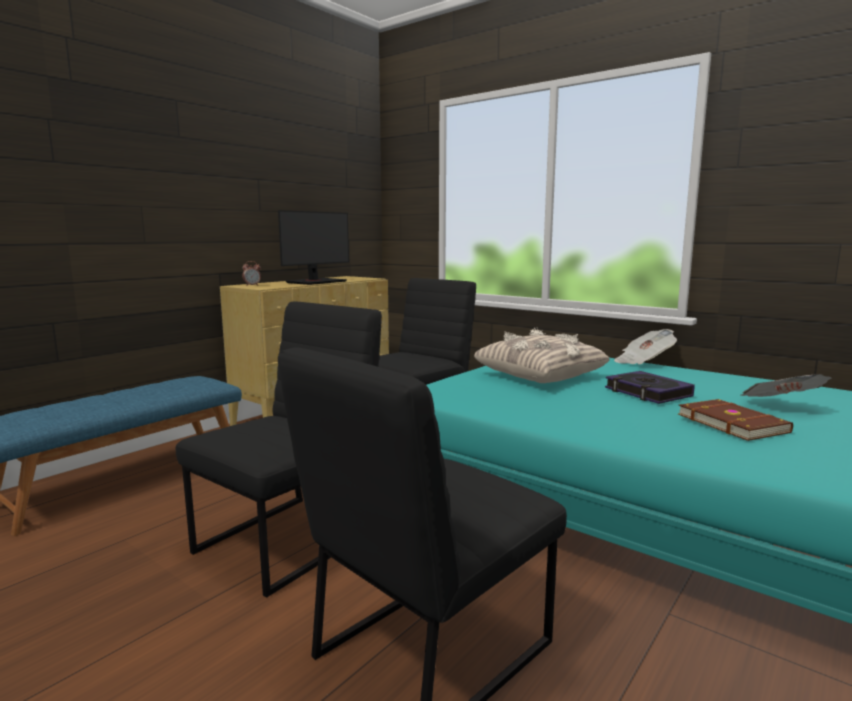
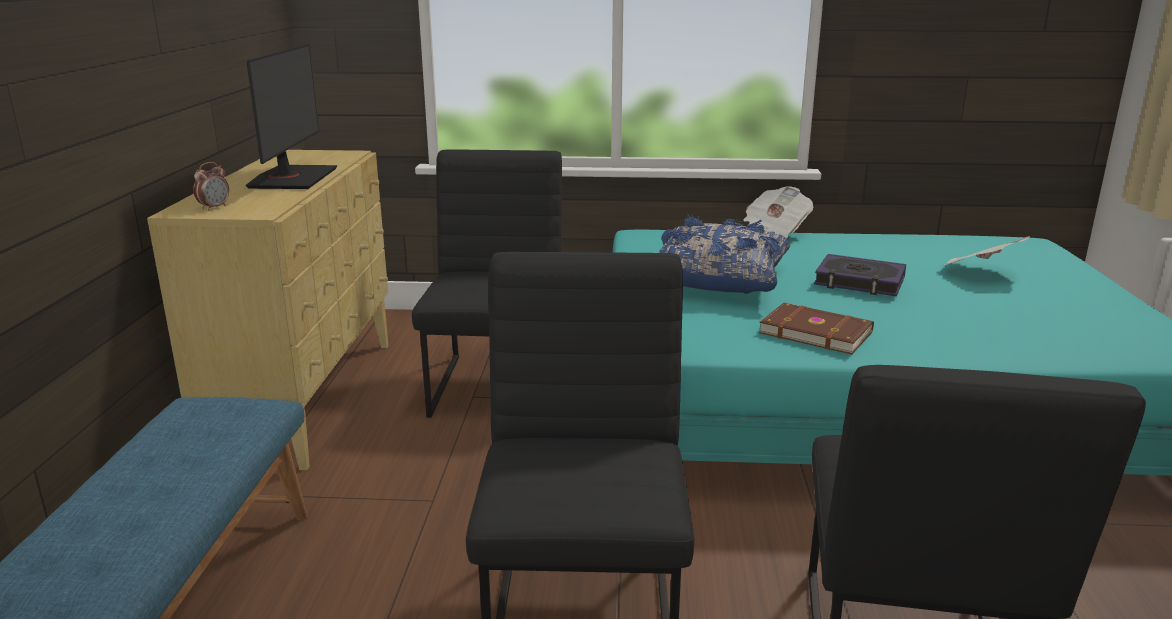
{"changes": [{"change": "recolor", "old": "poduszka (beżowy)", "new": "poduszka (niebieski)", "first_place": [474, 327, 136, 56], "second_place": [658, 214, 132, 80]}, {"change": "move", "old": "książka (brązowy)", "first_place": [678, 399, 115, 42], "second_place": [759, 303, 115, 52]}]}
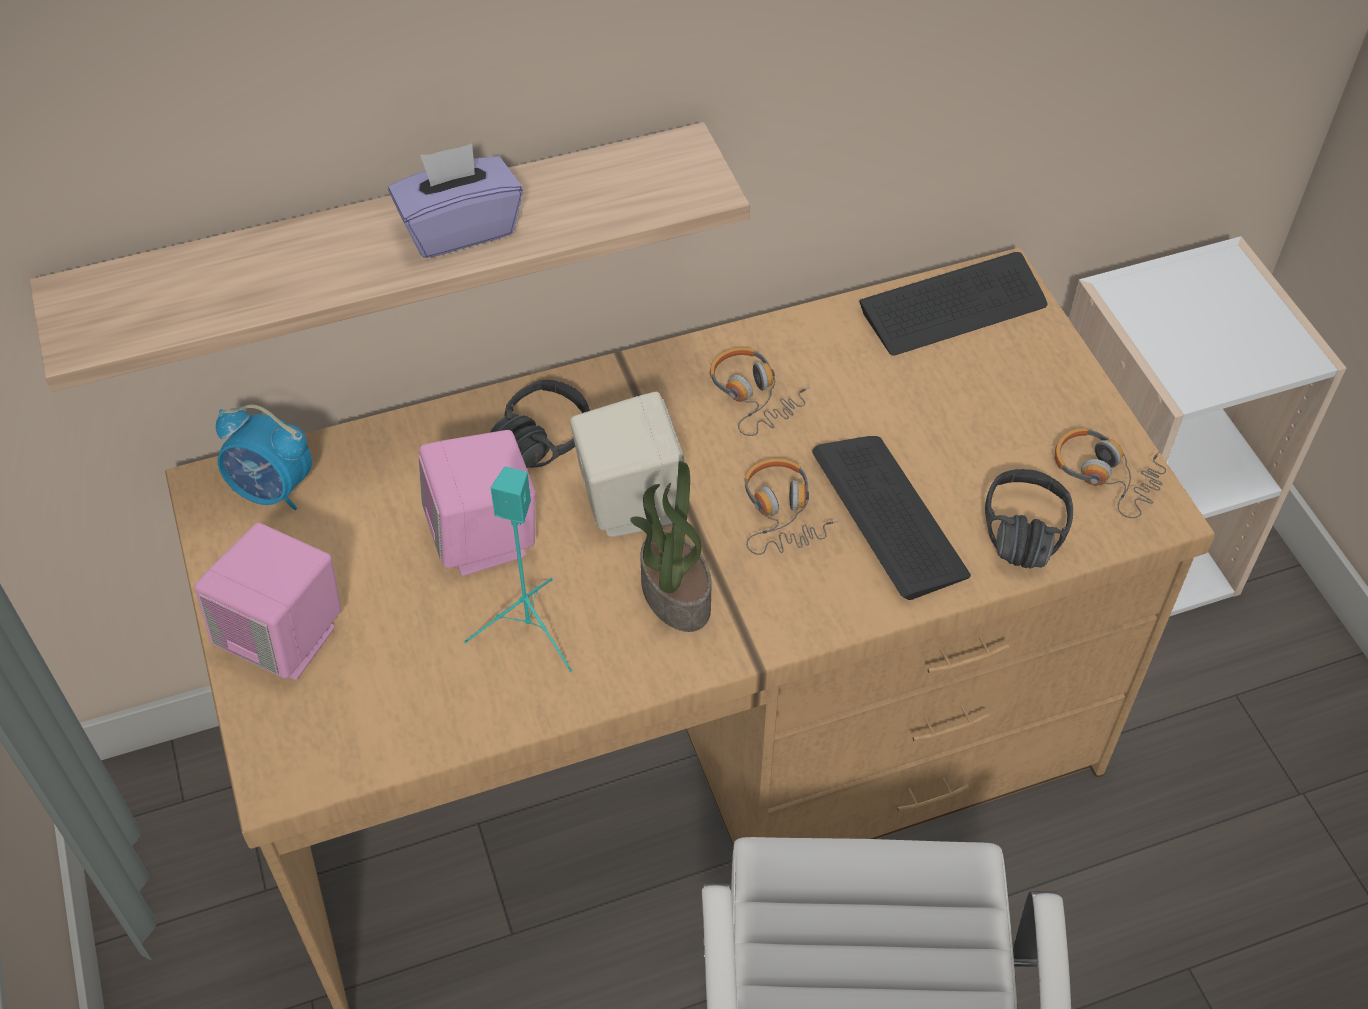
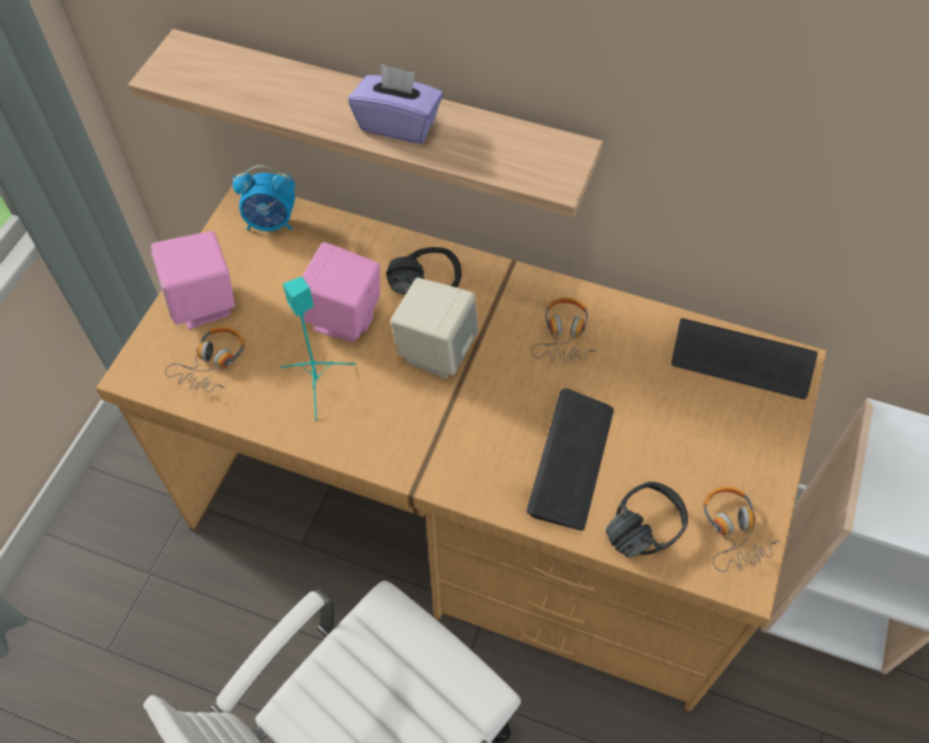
{"changes": [{"change": "move", "old": "słuchawki", "first_place": [744, 459, 94, 96], "second_place": [165, 326, 80, 67]}, {"change": "rotate", "old": "budzik", "first_place": [216, 405, 96, 105], "second_place": [233, 165, 62, 66], "degrees": -60}, {"change": "delete", "old": "roślina doniczkowa", "first_place": [630, 461, 81, 171]}]}
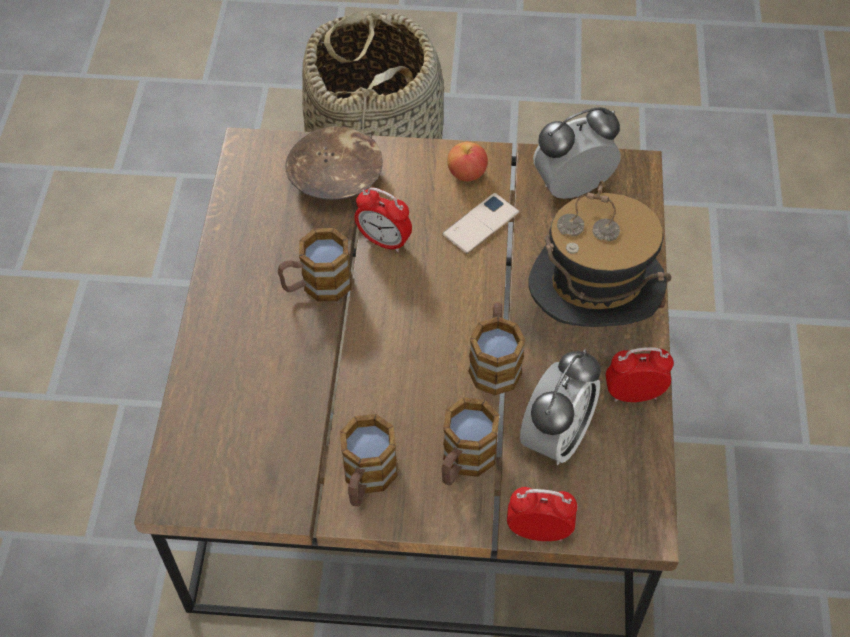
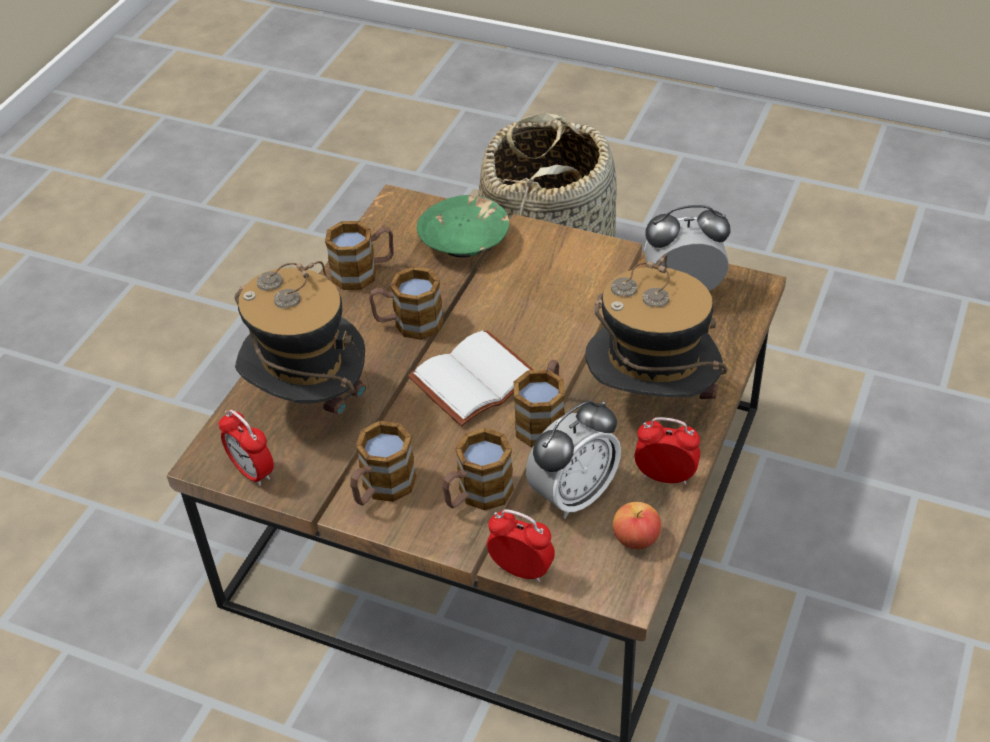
{"changes": [{"change": "move", "old": "budzik", "first_place": [354, 187, 58, 65], "second_place": [219, 410, 55, 76]}, {"change": "insert", "new": "kapelusz", "second_place": [235, 261, 137, 154]}, {"change": "insert", "new": "kubek", "second_place": [325, 221, 69, 69]}, {"change": "insert", "new": "książka (biały)", "second_place": [408, 330, 125, 96]}, {"change": "recolor", "old": "miska (brązowy)", "new": "miska (zielony)", "first_place": [285, 126, 98, 74], "second_place": [417, 195, 92, 62]}, {"change": "move", "old": "jabłko", "first_place": [447, 142, 41, 39], "second_place": [613, 502, 48, 47]}, {"change": "delete", "old": "telefon", "first_place": [442, 193, 78, 61]}]}
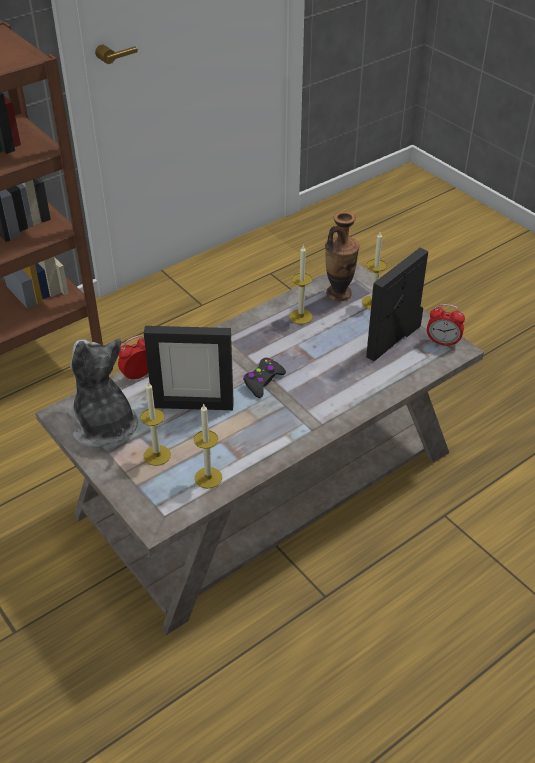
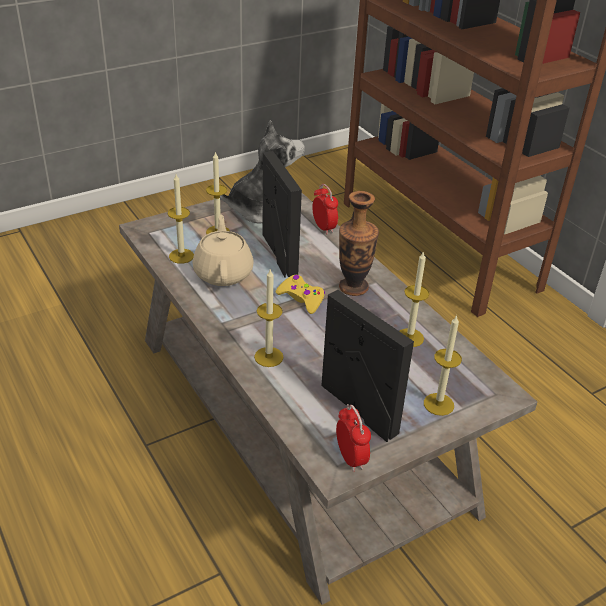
{"changes": [{"change": "insert", "new": "imbryk (beżowy)", "second_place": [192, 215, 62, 71]}, {"change": "insert", "new": "świeca", "second_place": [254, 268, 30, 99]}, {"change": "rotate", "old": "ramka na zdjęcie", "first_place": [144, 326, 90, 84], "second_place": [262, 151, 40, 127], "degrees": 150}, {"change": "recolor", "old": "pad do gier (czarny)", "new": "pad do gier (żółty)", "first_place": [243, 358, 43, 40], "second_place": [276, 275, 49, 39]}, {"change": "rotate", "old": "budzik", "first_place": [427, 304, 38, 43], "second_place": [336, 404, 35, 68], "degrees": 135}, {"change": "move", "old": "wazon", "first_place": [325, 212, 35, 89], "second_place": [339, 191, 40, 105]}]}
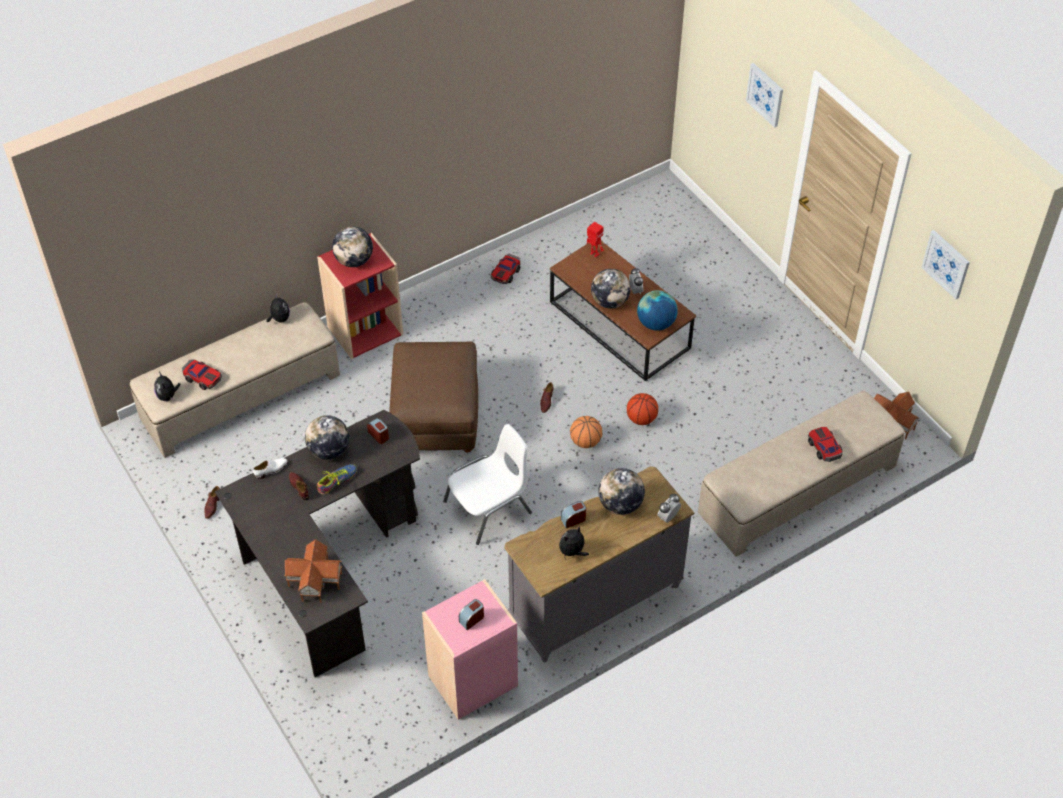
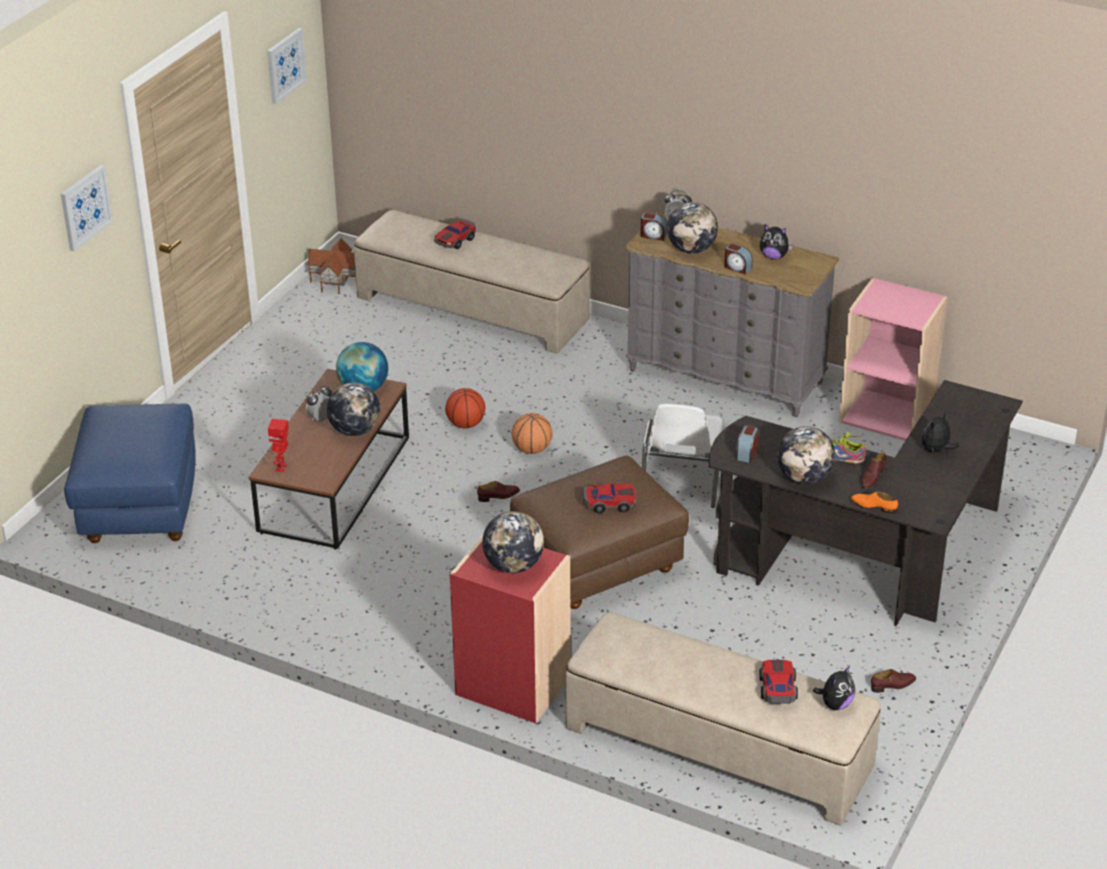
{"changes": [{"change": "insert", "new": "pufa (niebieski)", "second_place": [64, 404, 132, 139]}, {"change": "move", "old": "samochodzik", "first_place": [491, 254, 29, 30], "second_place": [583, 483, 54, 30]}, {"change": "move", "old": "budzik", "first_place": [459, 599, 25, 31], "second_place": [640, 212, 27, 29]}, {"change": "rotate", "old": "krzesło (biały)", "first_place": [443, 424, 89, 121], "second_place": [642, 404, 84, 104], "degrees": -105}, {"change": "recolor", "old": "but (biały)", "new": "but (pomarańczowy)", "first_place": [253, 458, 35, 21], "second_place": [851, 491, 47, 23]}, {"change": "move", "old": "pluszak", "first_place": [266, 293, 24, 30], "second_place": [922, 412, 37, 41]}, {"change": "delete", "old": "domek", "first_place": [284, 539, 58, 64]}]}
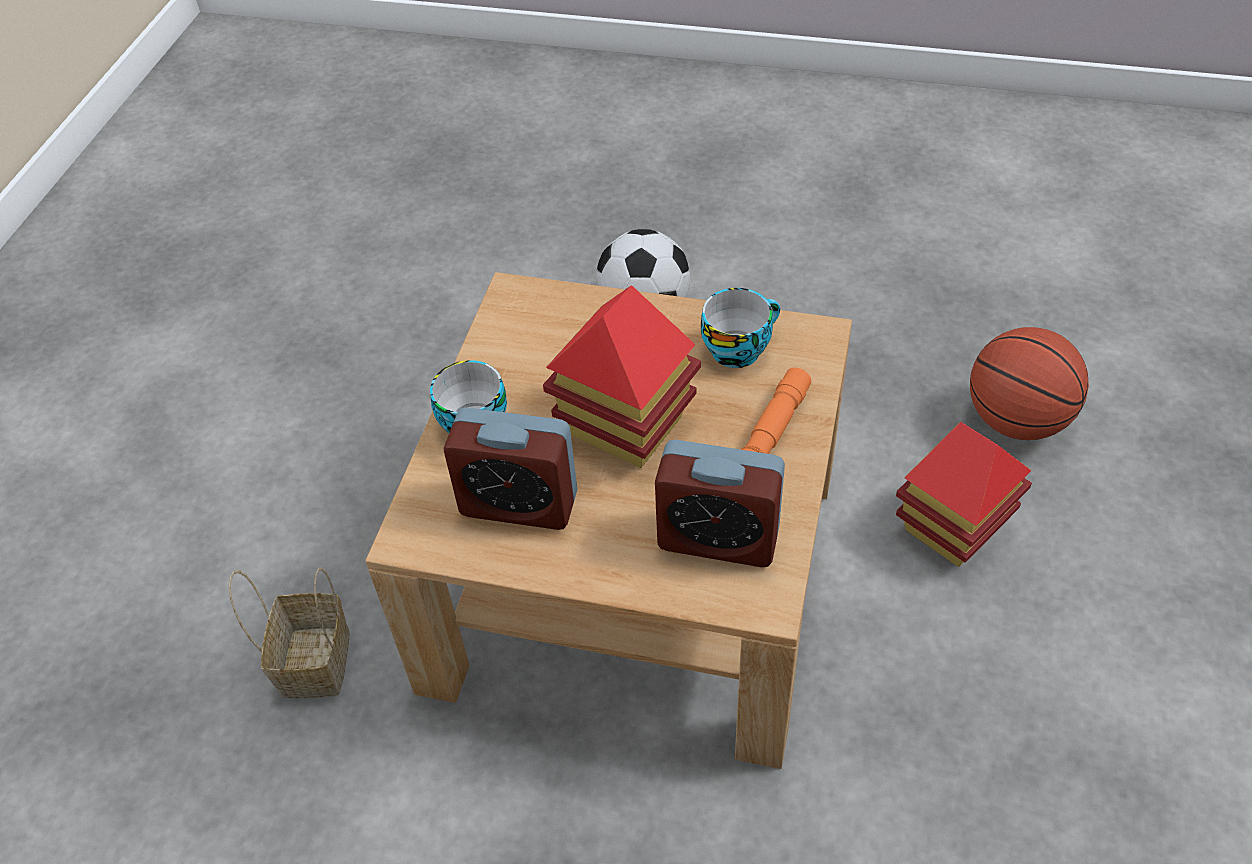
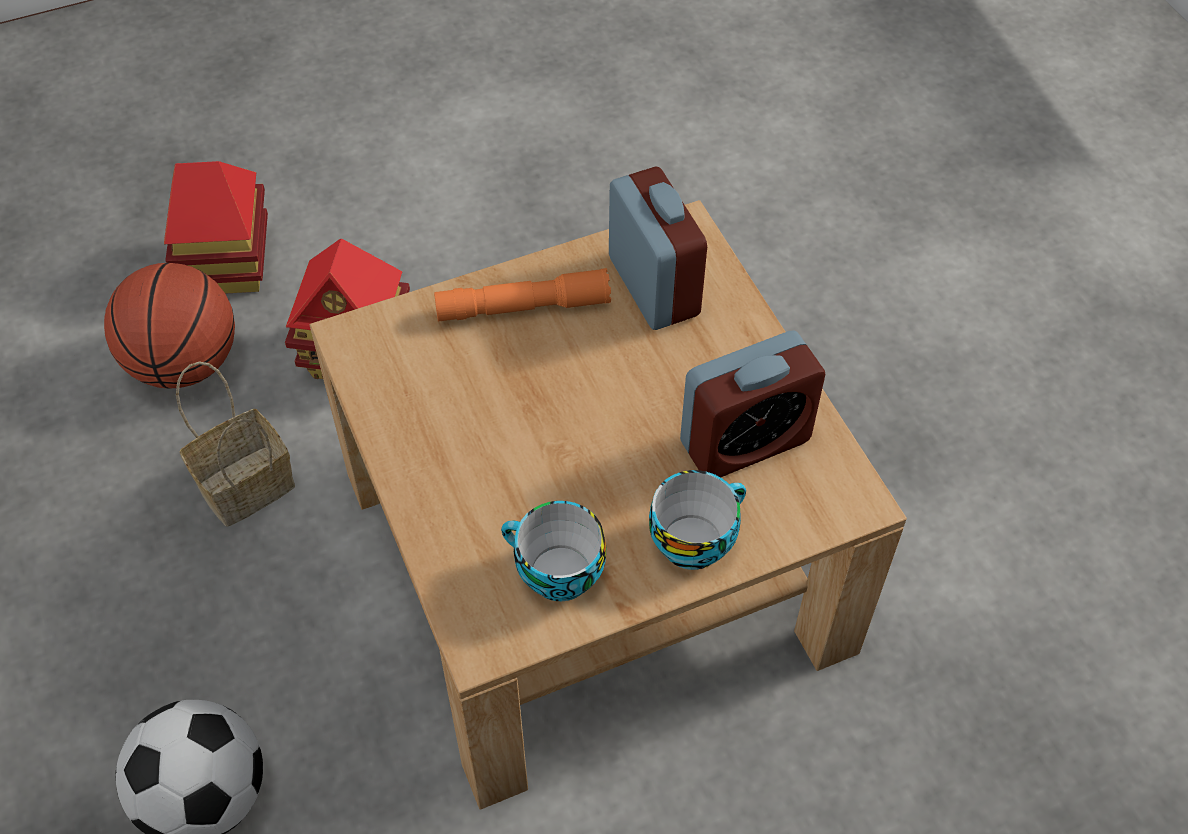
{"changes": [{"change": "move", "old": "domek", "first_place": [543, 285, 158, 183], "second_place": [164, 161, 104, 133]}, {"change": "move", "old": "koszyk", "first_place": [229, 567, 121, 131], "second_place": [176, 362, 119, 165]}, {"change": "move", "old": "filiżanka", "first_place": [701, 288, 79, 80], "second_place": [501, 501, 105, 100]}, {"change": "rotate", "old": "budzik", "first_place": [443, 407, 135, 123], "second_place": [680, 330, 145, 147], "degrees": 90}]}
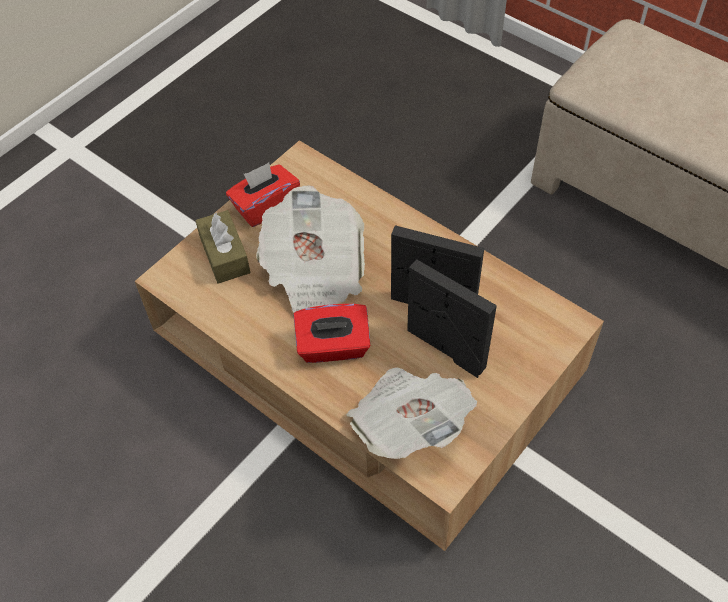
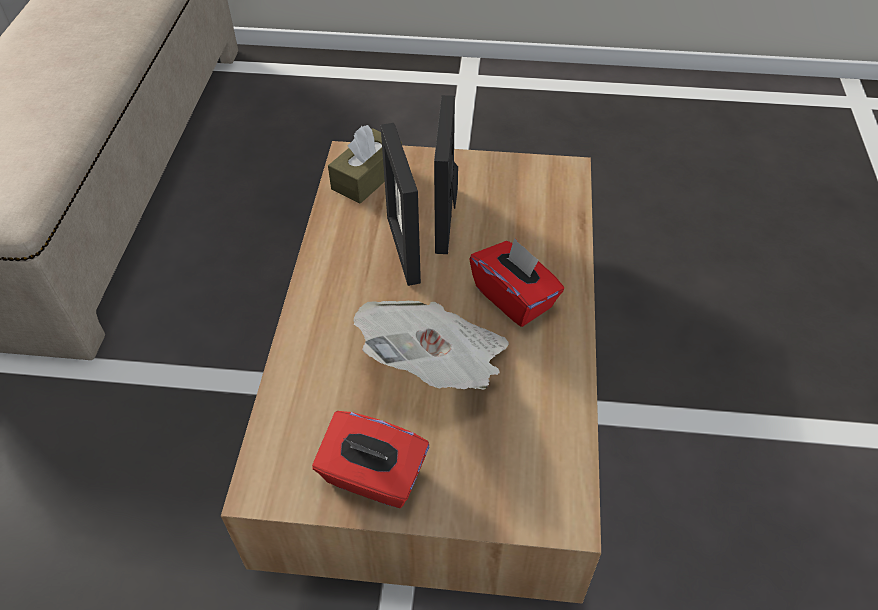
{"changes": [{"change": "move", "old": "pudełko chusteczek (brązowy)", "first_place": [195, 210, 56, 74], "second_place": [328, 125, 74, 79]}, {"change": "delete", "old": "gazeta", "first_place": [346, 367, 131, 92]}]}
